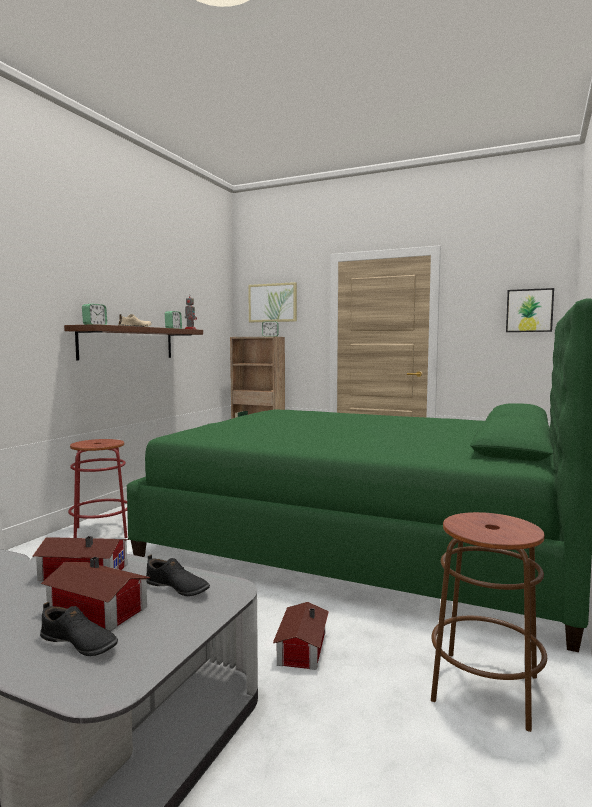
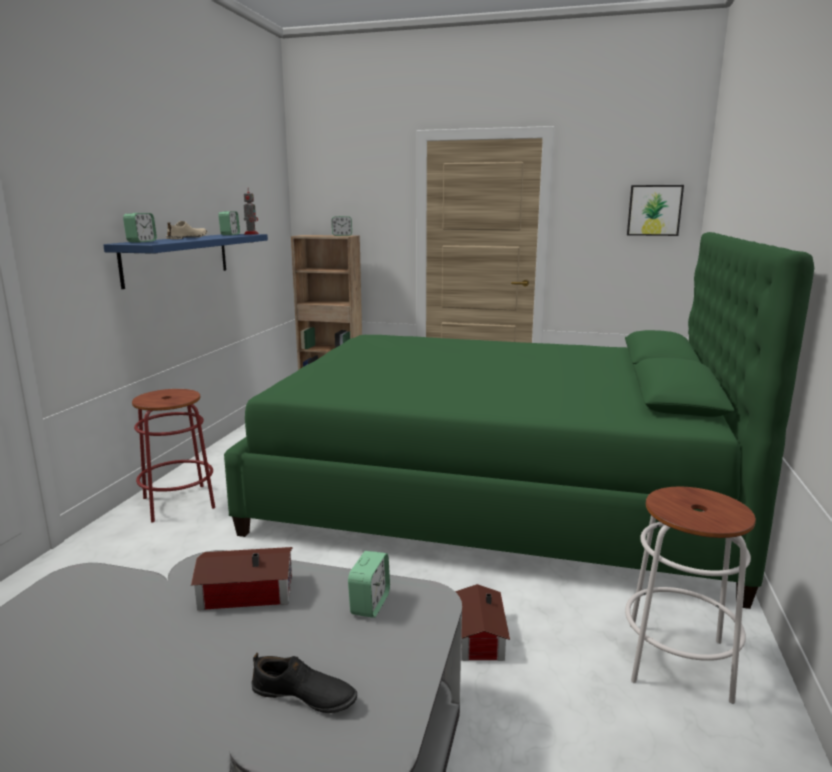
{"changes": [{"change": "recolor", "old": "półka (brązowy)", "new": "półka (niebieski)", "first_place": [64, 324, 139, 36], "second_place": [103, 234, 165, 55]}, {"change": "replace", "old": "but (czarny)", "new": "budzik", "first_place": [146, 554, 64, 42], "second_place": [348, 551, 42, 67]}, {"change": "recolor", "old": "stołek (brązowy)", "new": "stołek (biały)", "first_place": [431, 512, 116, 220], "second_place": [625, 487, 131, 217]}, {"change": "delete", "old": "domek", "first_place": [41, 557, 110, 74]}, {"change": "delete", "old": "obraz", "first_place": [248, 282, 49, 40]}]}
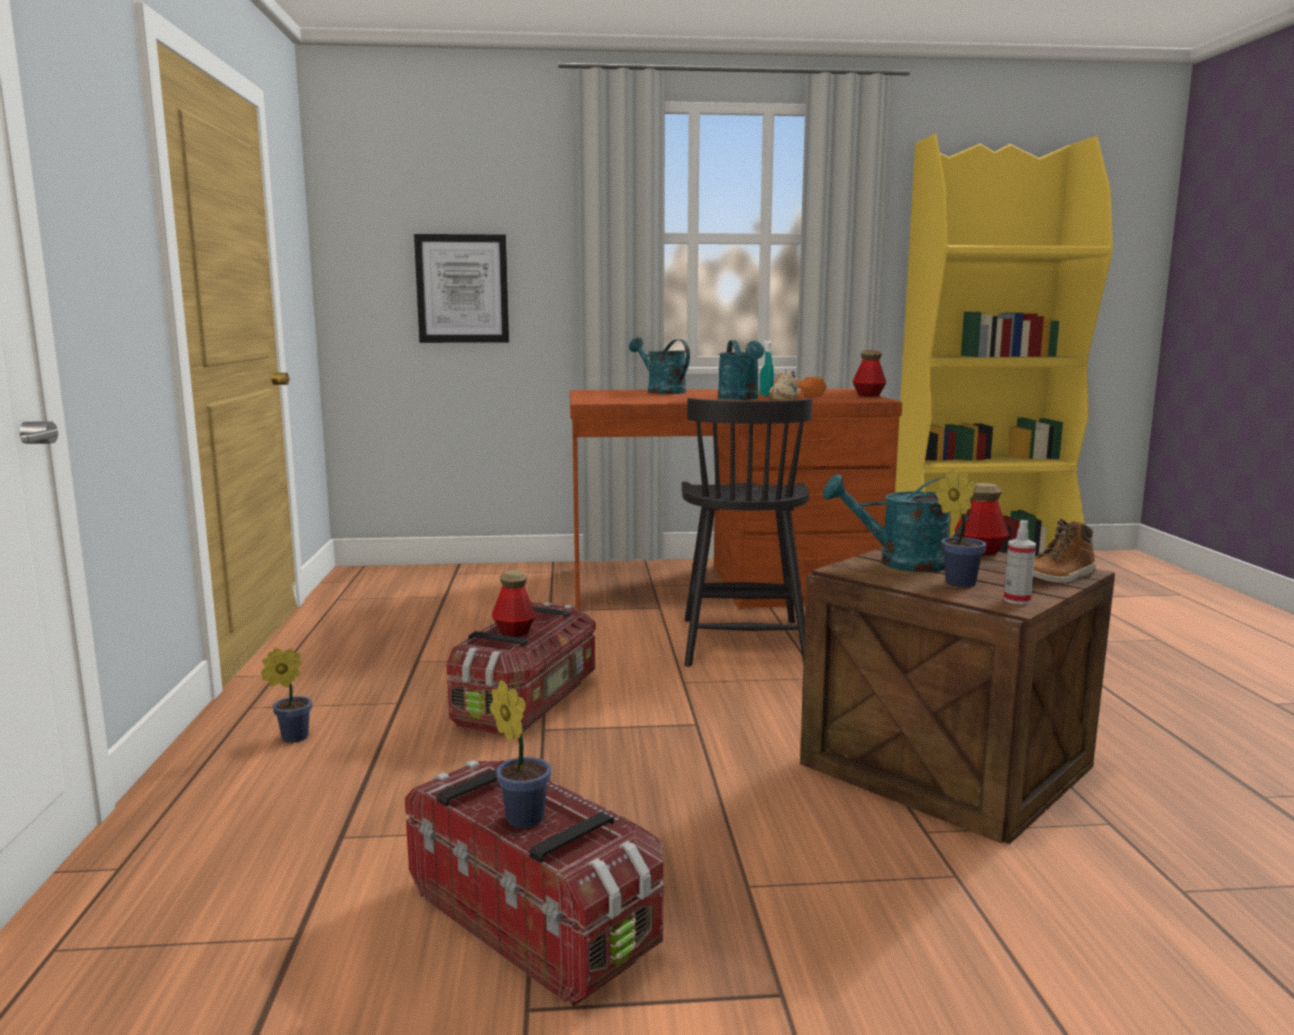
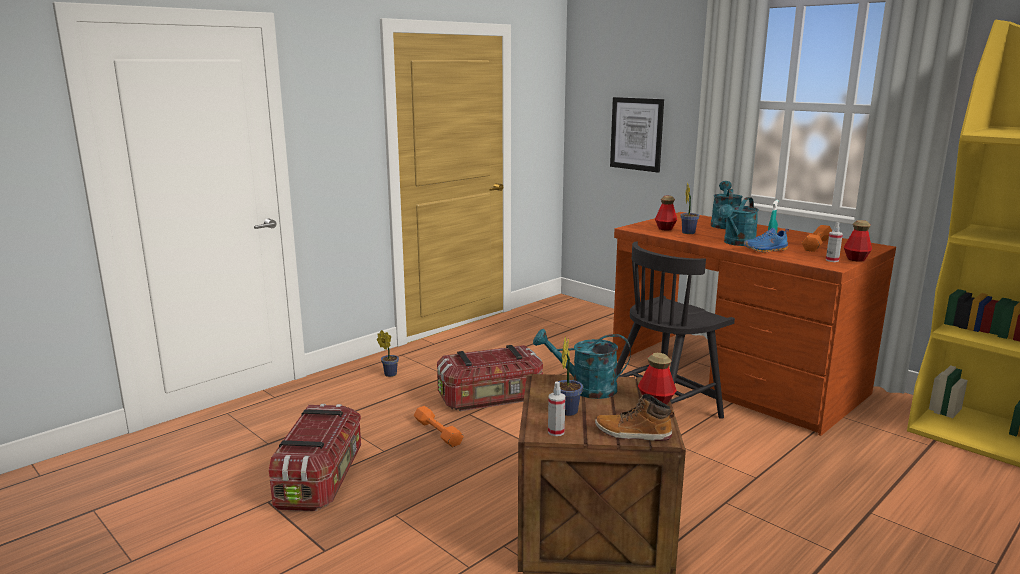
{"changes": [{"change": "insert", "new": "hantel (pomarańczowy)", "second_place": [414, 406, 50, 41]}, {"change": "rotate", "old": "konewka (turkusowy)", "first_place": [823, 474, 149, 98], "second_place": [533, 329, 98, 70], "degrees": -45}, {"change": "move", "old": "butelka", "first_place": [492, 570, 43, 67], "second_place": [655, 196, 22, 34]}, {"change": "move", "old": "roślina doniczkowa", "first_place": [490, 680, 61, 148], "second_place": [680, 182, 19, 52]}, {"change": "recolor", "old": "but (beżowy)", "new": "but (niebieski)", "first_place": [769, 371, 30, 29], "second_place": [744, 228, 45, 25]}, {"change": "insert", "new": "spryskiwacz", "second_place": [826, 222, 17, 40]}]}
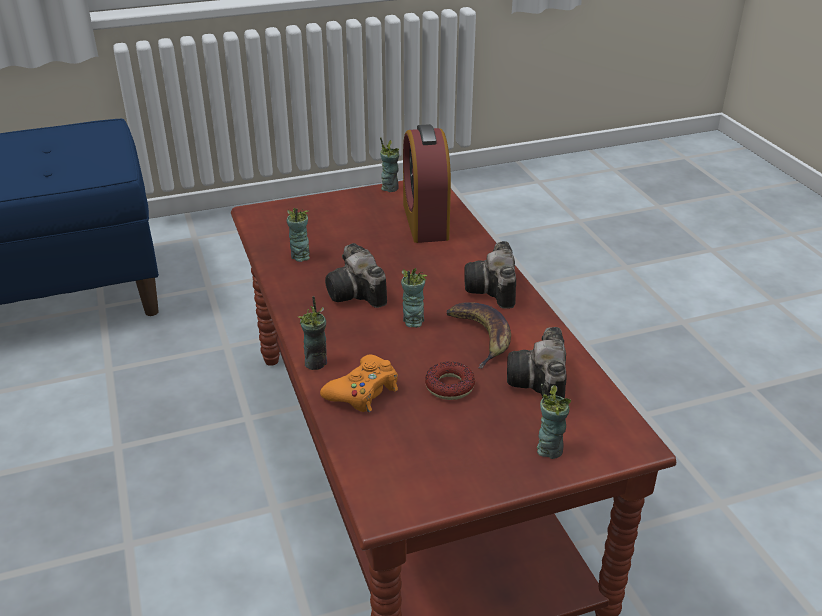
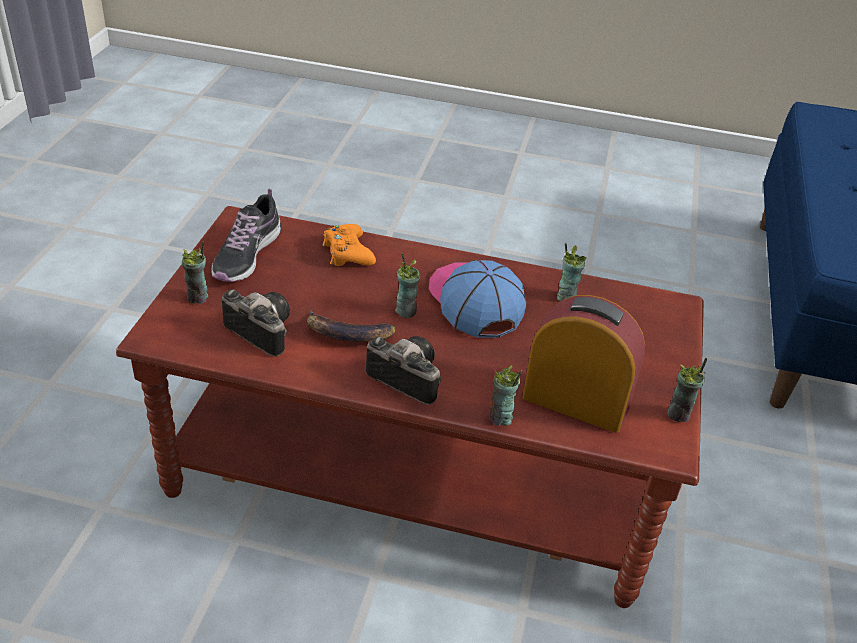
{"changes": [{"change": "insert", "new": "but", "second_place": [211, 189, 70, 93]}, {"change": "replace", "old": "aparat fotograficzny", "new": "czapka z daszkiem", "first_place": [325, 243, 62, 65], "second_place": [429, 260, 98, 78]}, {"change": "move", "old": "filiżanka", "first_place": [298, 296, 29, 74], "second_place": [489, 365, 33, 61]}, {"change": "delete", "old": "donut", "first_place": [425, 362, 50, 38]}]}
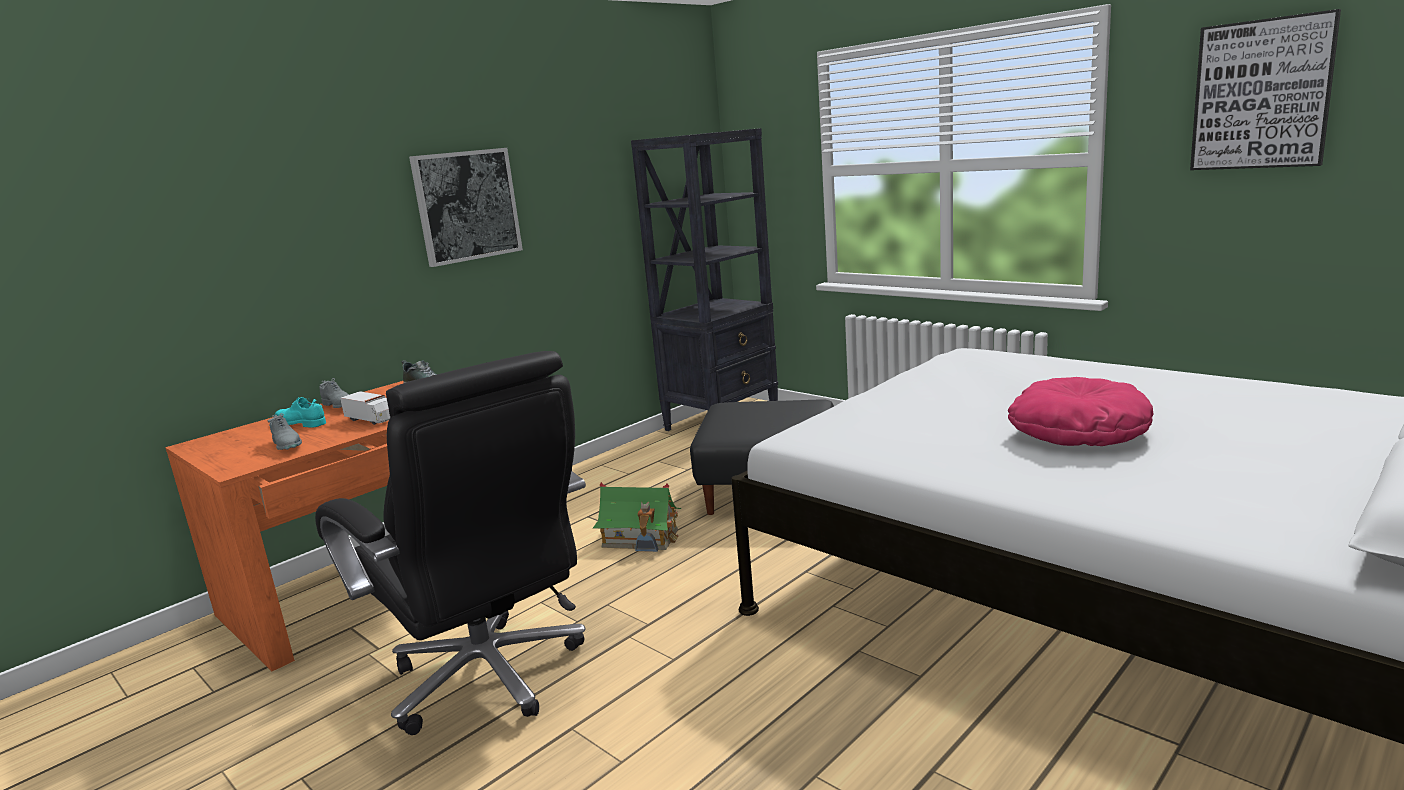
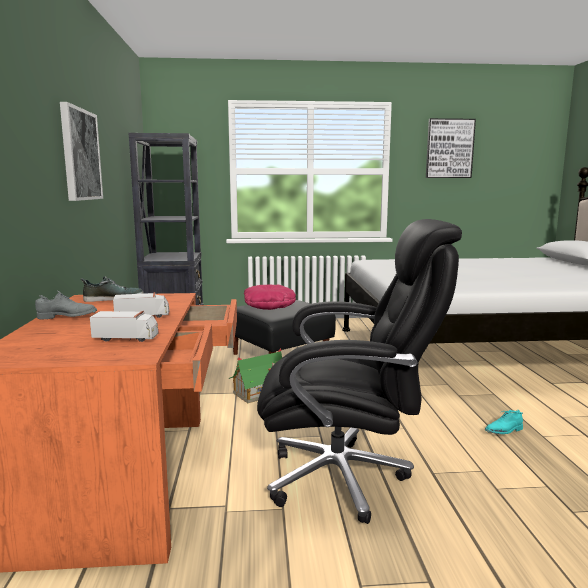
{"changes": [{"change": "replace", "old": "but (szary)", "new": "ciężarówka zabawkowa", "first_place": [267, 413, 35, 37], "second_place": [90, 311, 68, 31]}, {"change": "move", "old": "poduszka (różowy)", "first_place": [1008, 377, 145, 69], "second_place": [244, 284, 52, 26]}, {"change": "move", "old": "but (turkusowy)", "first_place": [274, 397, 52, 31], "second_place": [485, 410, 38, 24]}]}
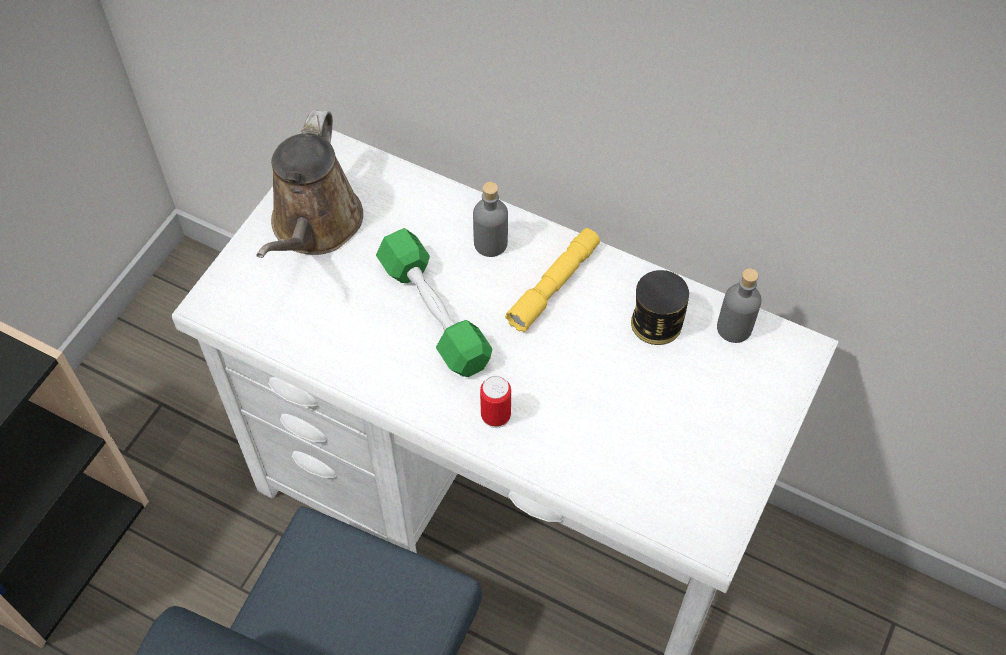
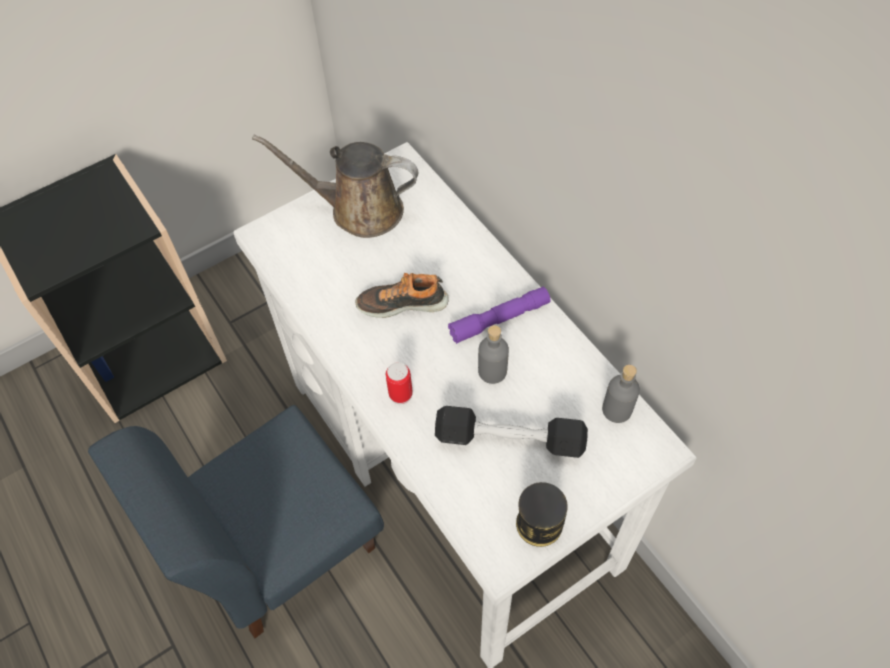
{"changes": [{"change": "rotate", "old": "konewka (brązowy)", "first_place": [256, 110, 107, 148], "second_place": [252, 134, 167, 104], "degrees": 60}, {"change": "replace", "old": "hantel (zielony)", "new": "but", "first_place": [376, 228, 116, 149], "second_place": [356, 273, 93, 45]}, {"change": "insert", "new": "hantel (czarny)", "second_place": [435, 406, 153, 52]}, {"change": "recolor", "old": "latarka (żółty)", "new": "latarka (fioletowy)", "first_place": [505, 228, 95, 104], "second_place": [448, 287, 102, 57]}, {"change": "move", "old": "butelka (szary)", "first_place": [473, 182, 35, 75], "second_place": [478, 325, 31, 59]}, {"change": "move", "old": "puszka", "first_place": [631, 270, 58, 75], "second_place": [516, 482, 52, 65]}]}
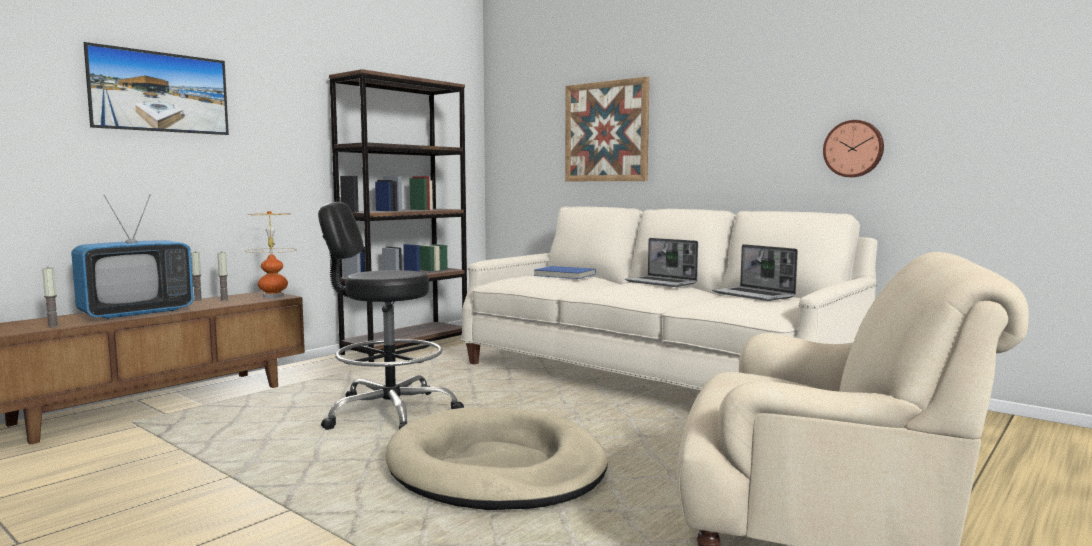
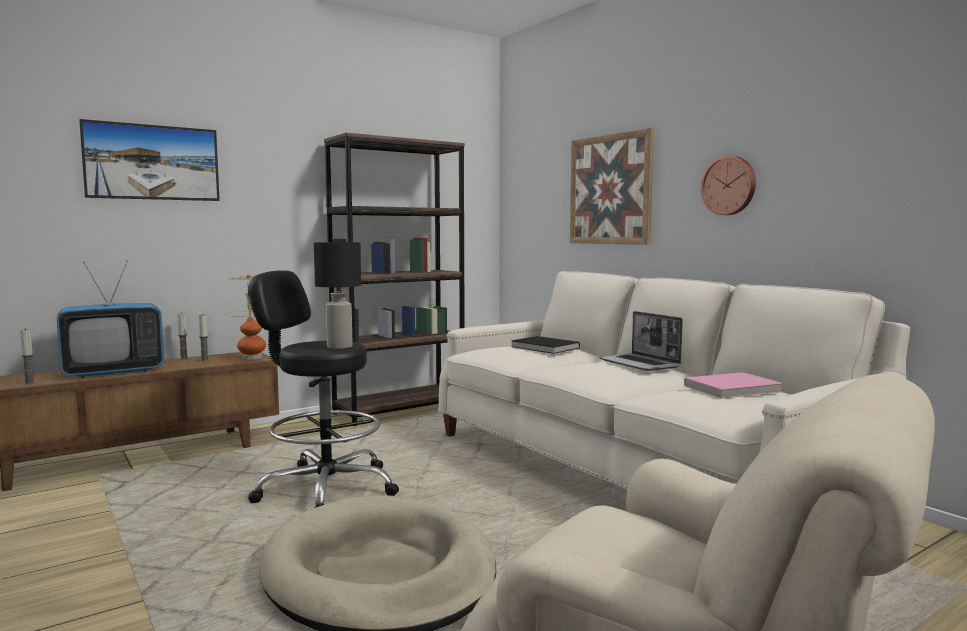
{"changes": [{"change": "insert", "new": "lampa stołowa (czarny)", "second_place": [314, 242, 47, 107]}, {"change": "recolor", "old": "książka (niebieski)", "new": "książka (czarny)", "first_place": [534, 266, 62, 13], "second_place": [511, 336, 69, 18]}, {"change": "replace", "old": "laptop", "new": "książka (różowy)", "first_place": [712, 244, 86, 57], "second_place": [684, 372, 99, 27]}, {"change": "move", "old": "zegar ścienny", "first_place": [823, 120, 61, 57], "second_place": [701, 156, 55, 59]}]}
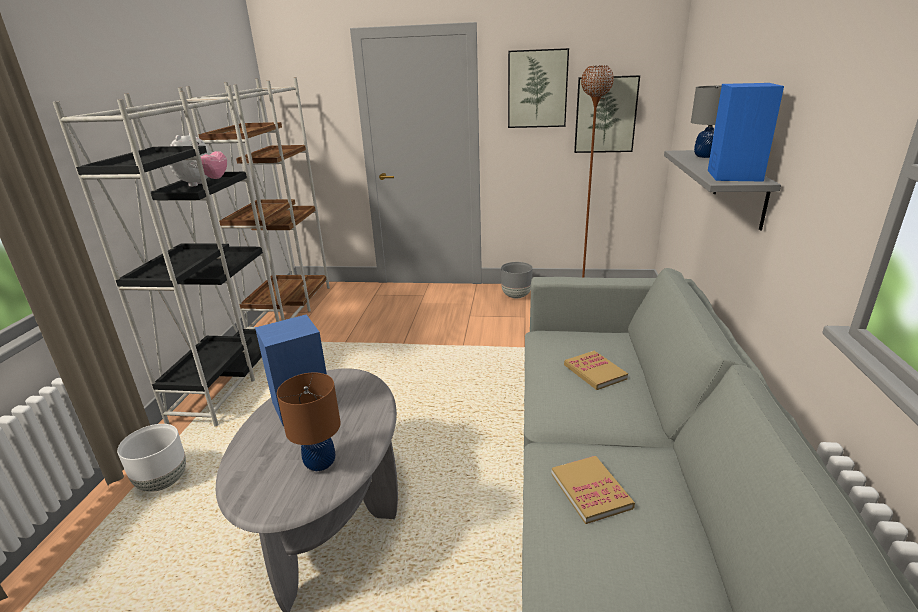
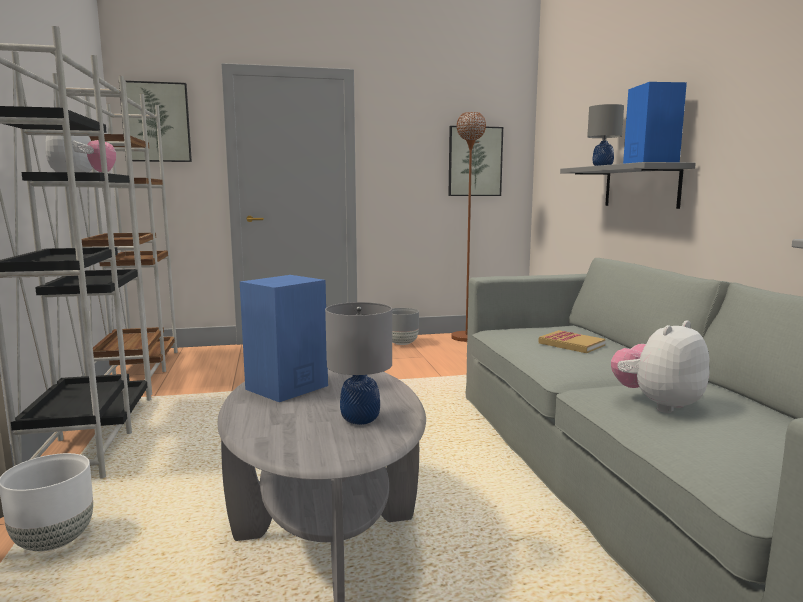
{"changes": [{"change": "move", "old": "obraz", "first_place": [508, 48, 61, 80], "second_place": [119, 81, 73, 81]}, {"change": "recolor", "old": "lampa stołowa (brązowy)", "new": "lampa stołowa (szary)", "first_place": [277, 373, 64, 99], "second_place": [325, 302, 67, 123]}, {"change": "replace", "old": "książka", "new": "pluszak", "first_place": [551, 456, 84, 68], "second_place": [611, 320, 99, 93]}]}
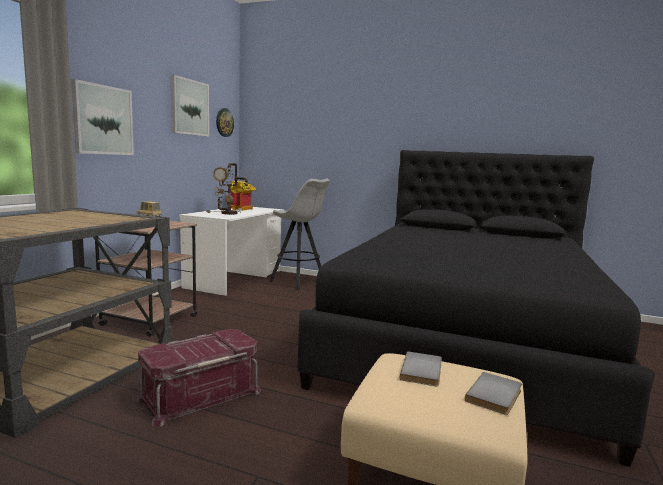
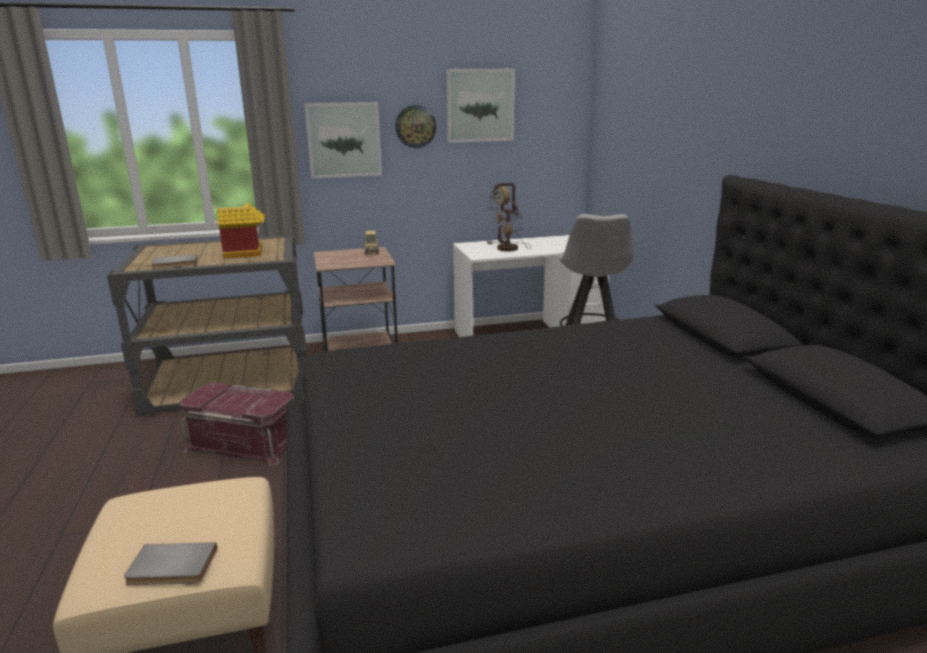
{"changes": [{"change": "move", "old": "książka (szary)", "first_place": [400, 351, 42, 35], "second_place": [151, 254, 46, 15]}, {"change": "move", "old": "domek", "first_place": [230, 181, 27, 30], "second_place": [217, 203, 48, 56]}, {"change": "move", "old": "zegar ścienny", "first_place": [216, 108, 18, 29], "second_place": [395, 105, 42, 43]}]}
